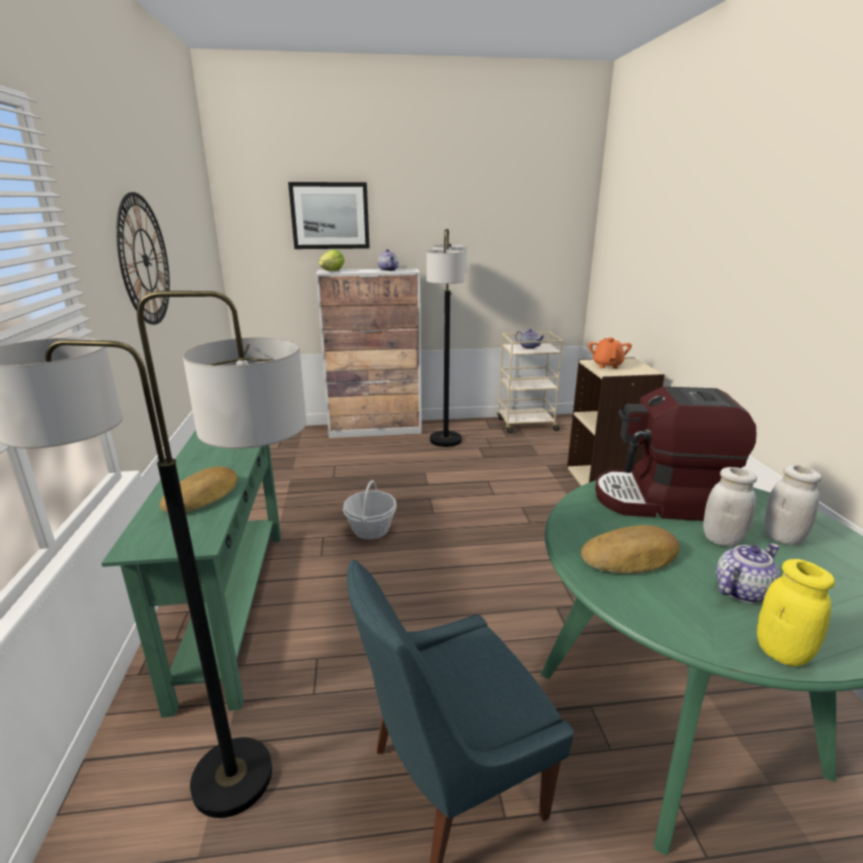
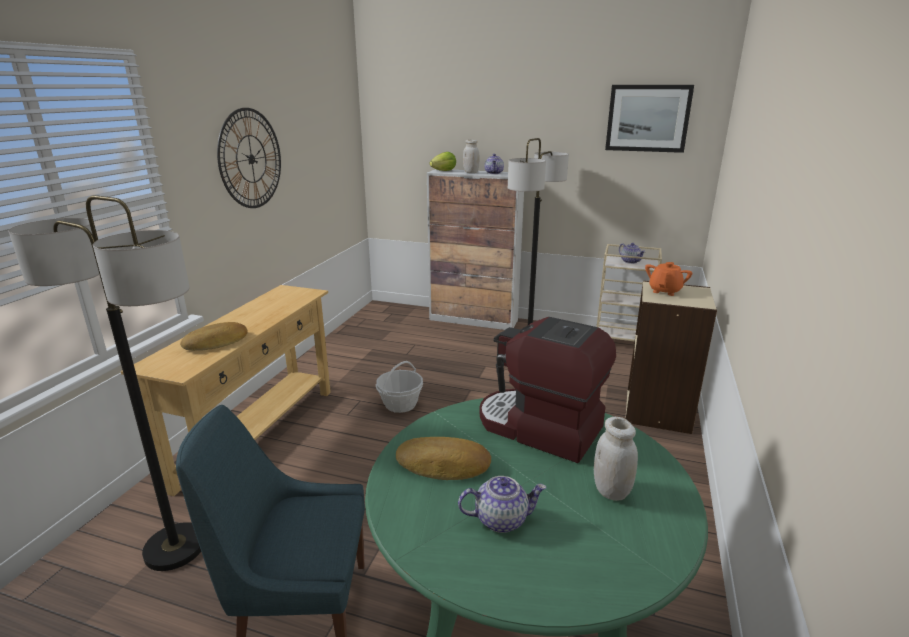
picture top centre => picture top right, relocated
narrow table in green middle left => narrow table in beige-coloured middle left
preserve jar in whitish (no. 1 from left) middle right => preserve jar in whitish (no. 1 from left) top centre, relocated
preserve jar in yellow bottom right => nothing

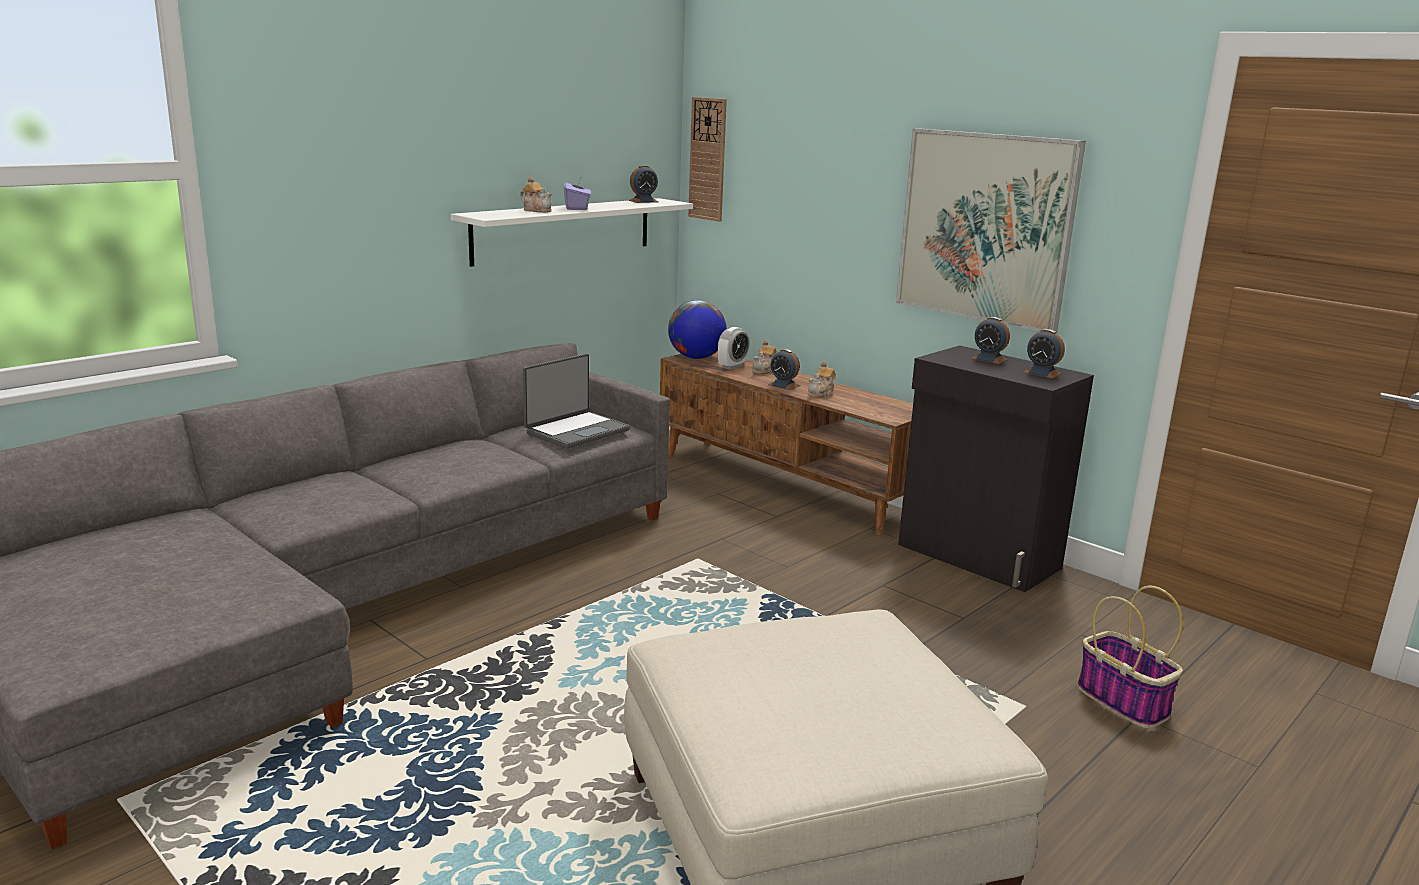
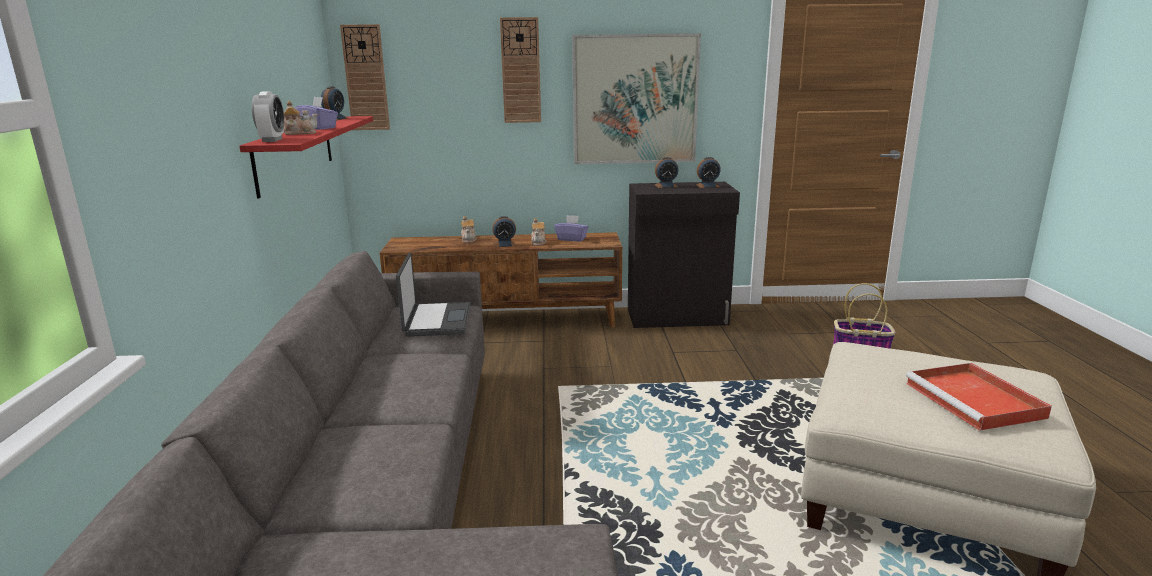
bracket shelf in whitish top centre => bracket shelf in reddish top left
world globe centre => nothing
alarm clock (no. 2 from left in the first image) centre => alarm clock (no. 1 from left) top left, relocated
nothing => hanging clock (no. 2 from left) top centre
nothing => tissue holder in purple (no. 2 from left) centre
nothing => serving tray in reddish bottom right

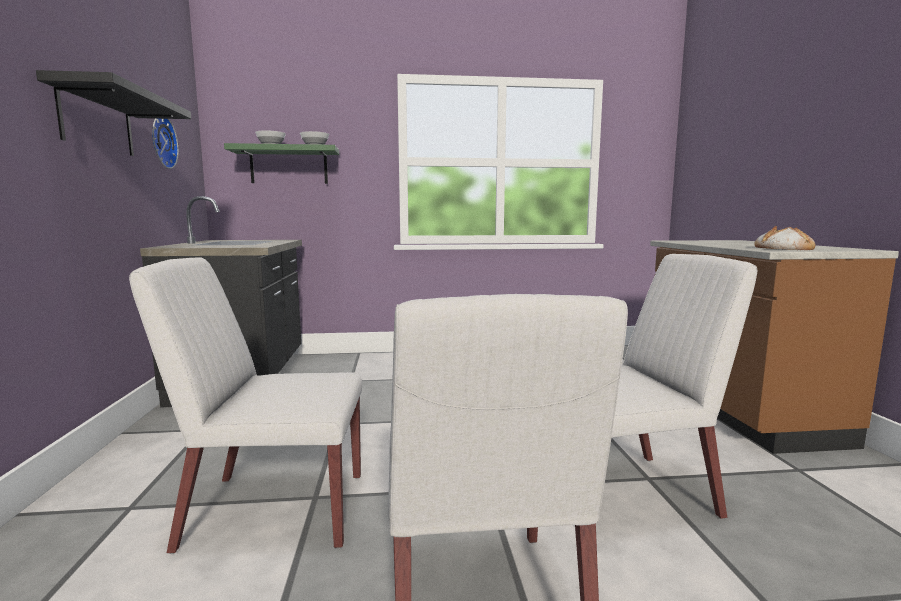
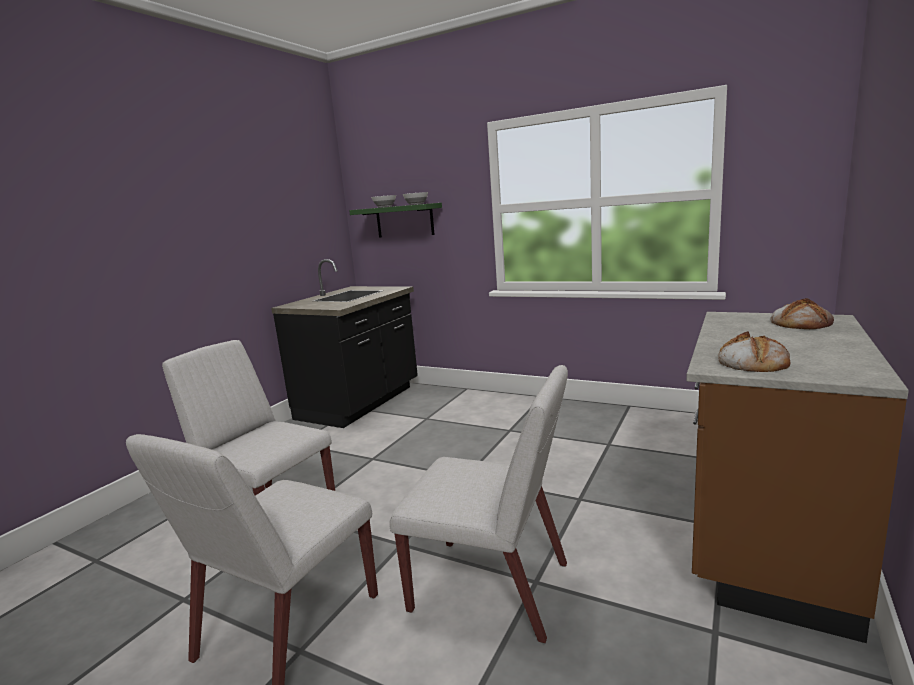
bracket shelf in black-coloured top left => nothing
hanging clock top left => nothing
nothing => bakery bread (no. 2 from left) middle right

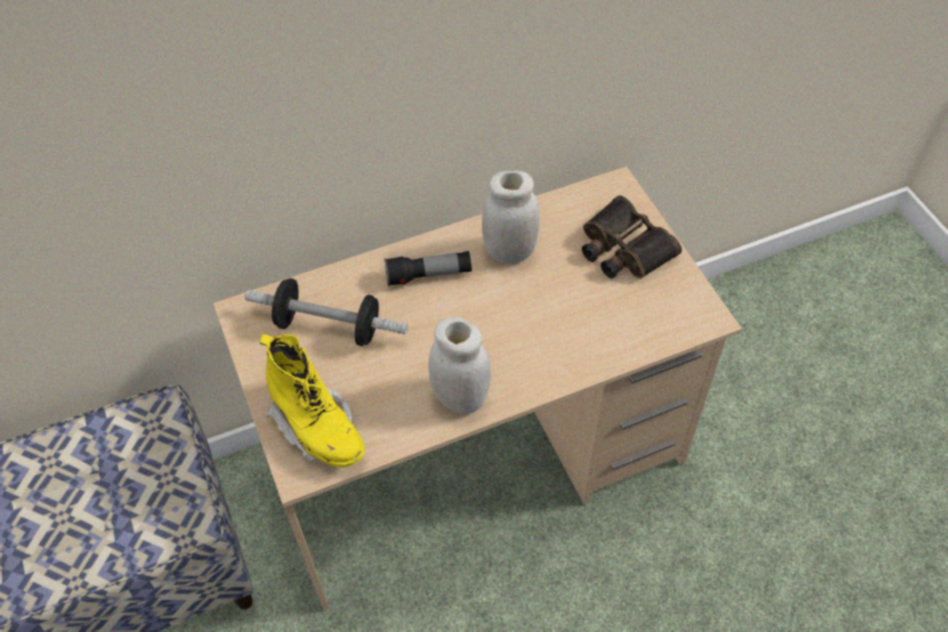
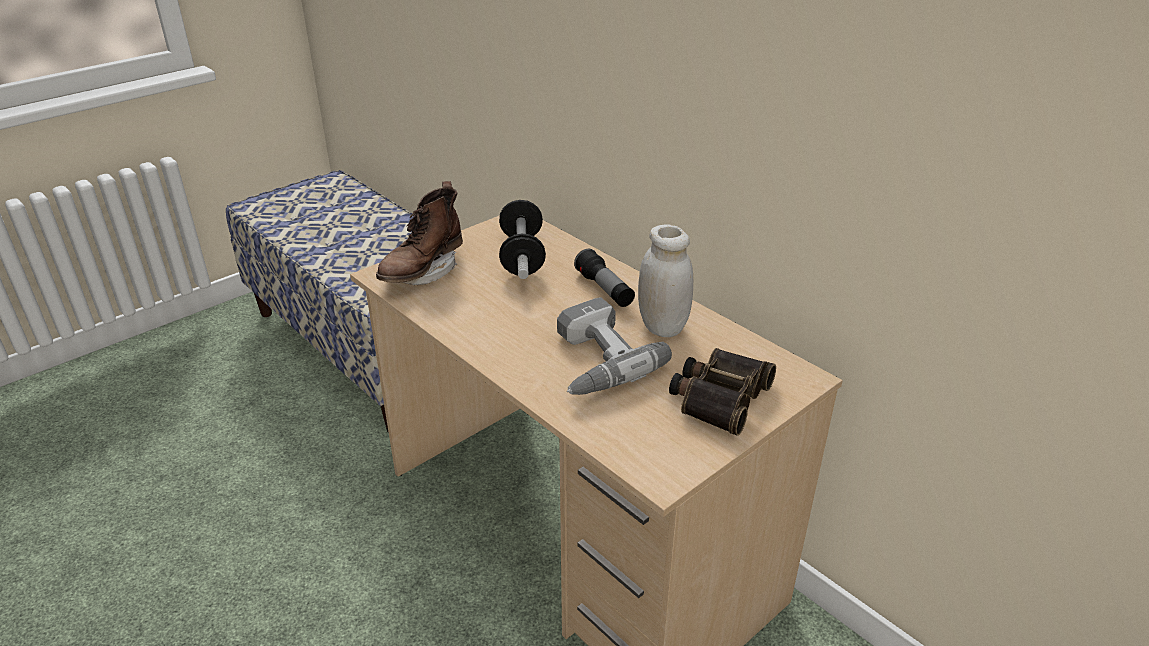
preserve jar in whitish (no. 1 from left) centre => nothing
tall boot in yellow middle left => tall boot in brownish centre
nothing => power drill centre

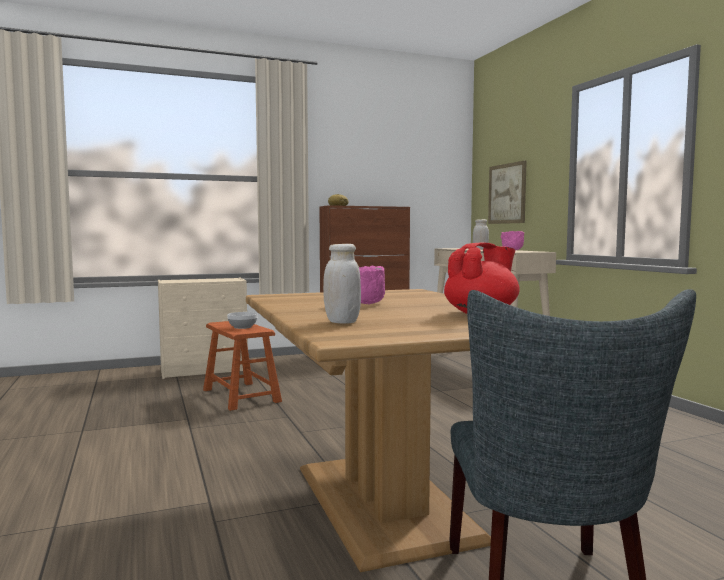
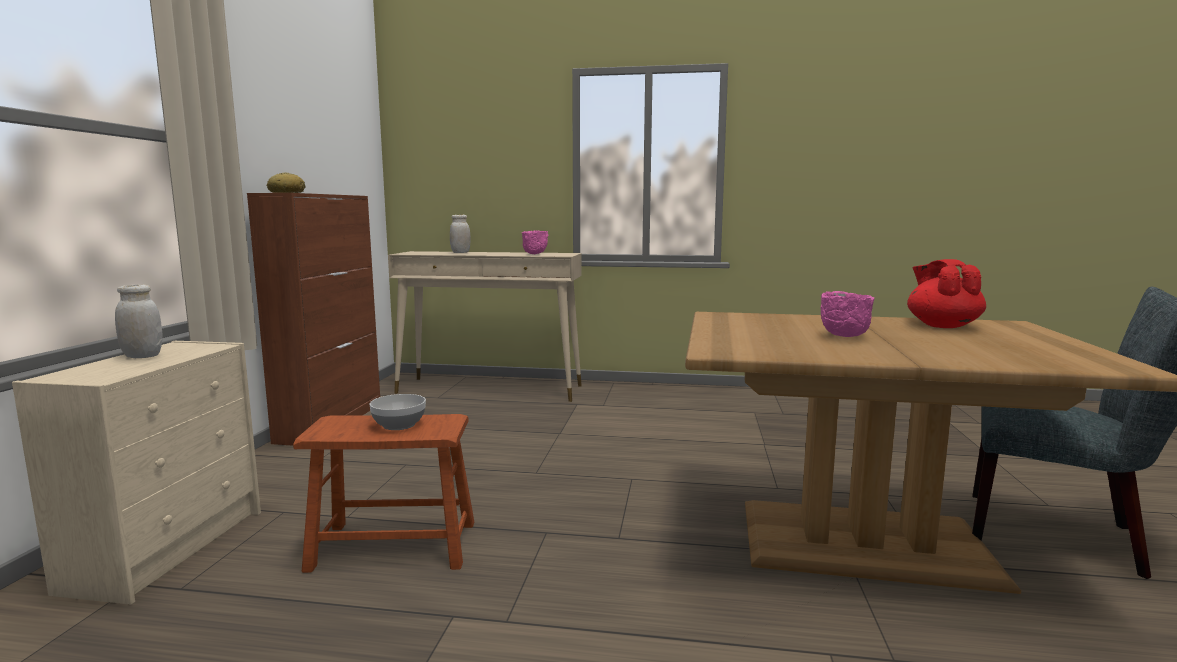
picture top right => nothing
preserve jar in whitish (no. 1 from left) centre => preserve jar in whitish (no. 1 from left) middle left, relocated

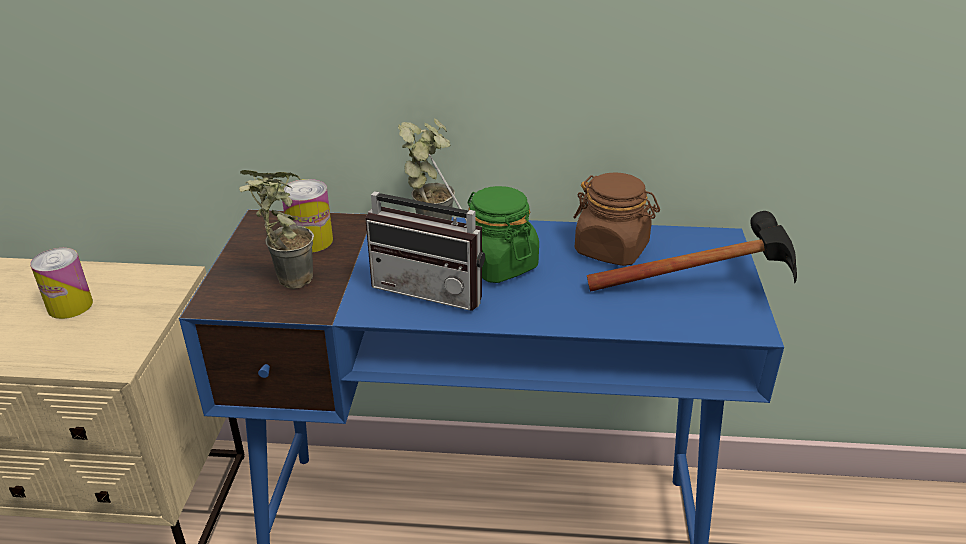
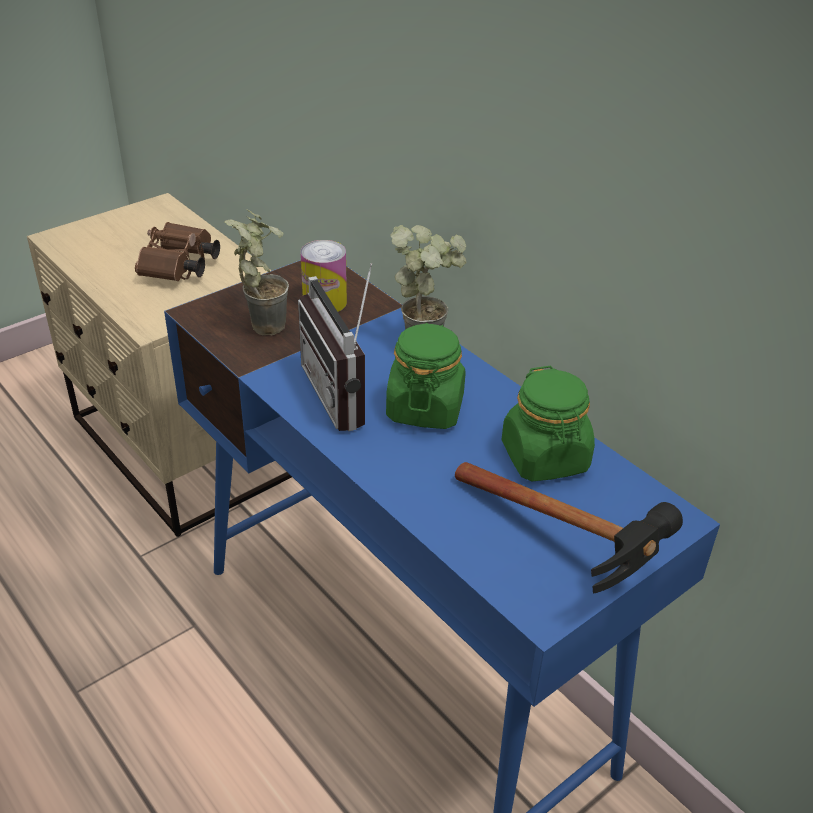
preserve jar in brownish centre => preserve jar in green (no. 2 from left) middle right
sealed can (no. 1 from left) middle left => field glasses in brownish top left

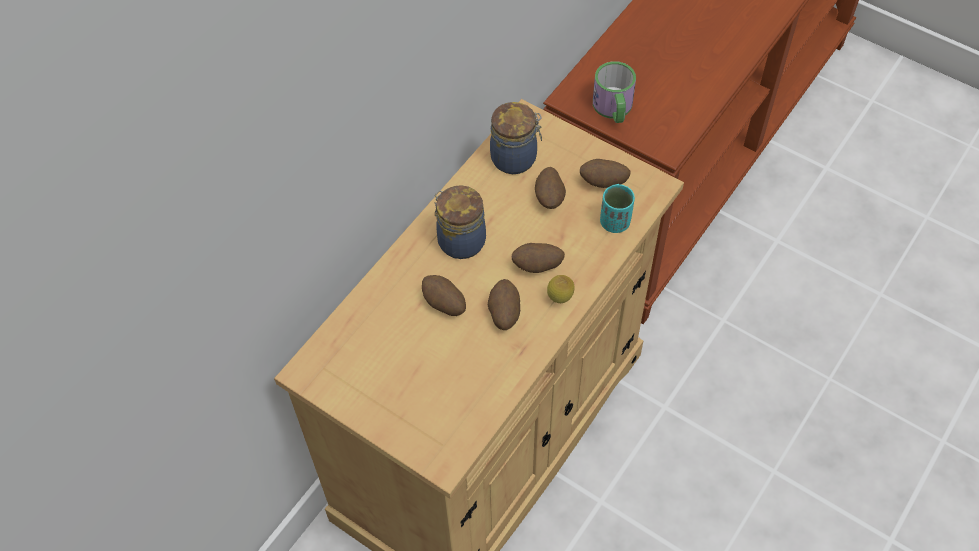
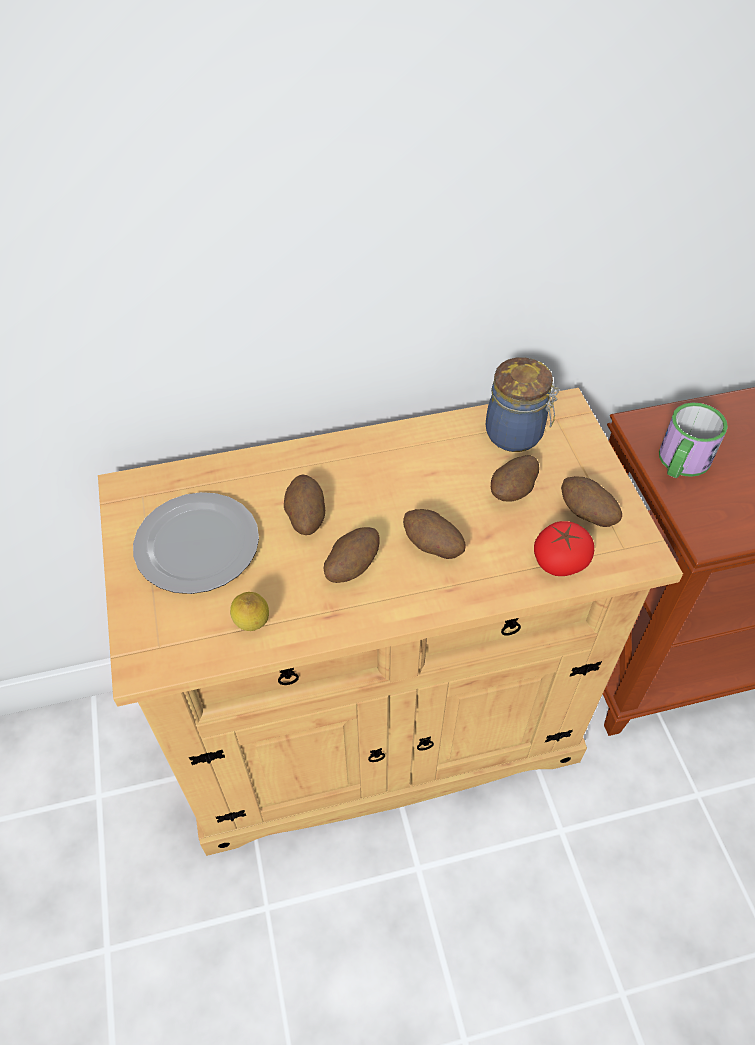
drinking cup in turquoise-coloured centre => fresh tomato middle right
preserve jar (no. 1 from left) centre => nothing
whole lemon centre => whole lemon middle left, relocated
nothing => plate middle left

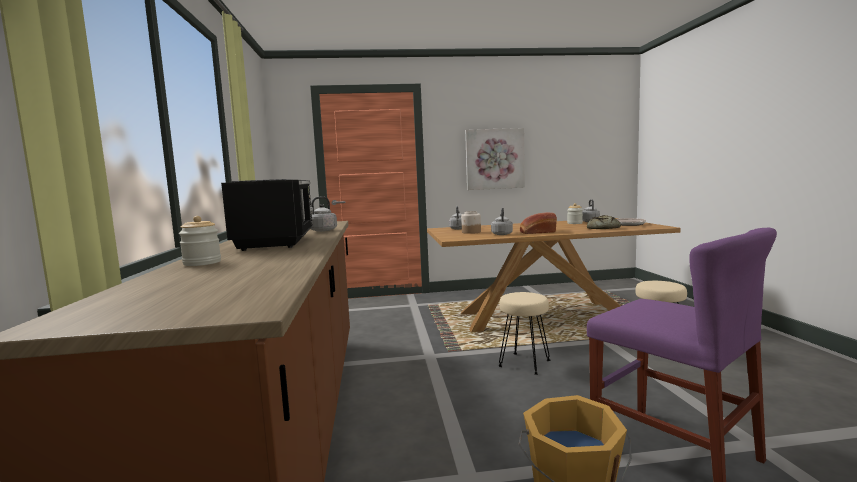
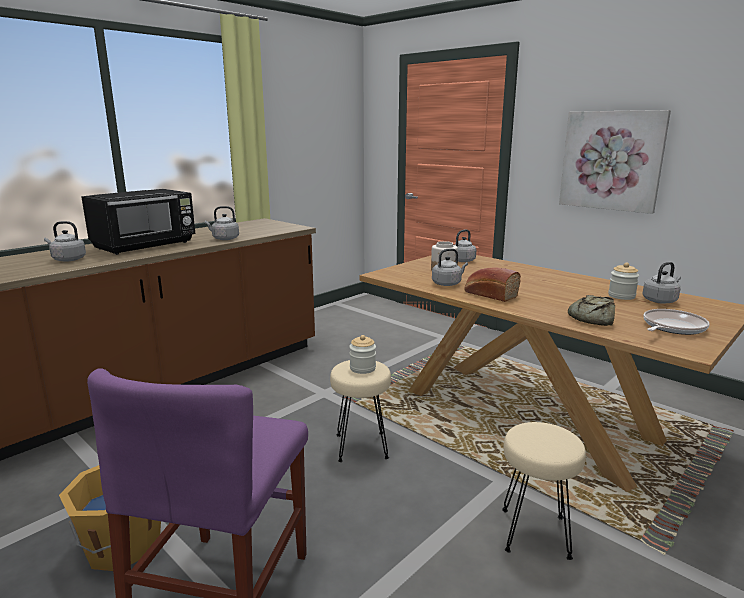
preserve jar (no. 1 from left) middle left => preserve jar (no. 1 from left) centre, relocated
nothing => tea kettle in grey (no. 1 from left) middle left

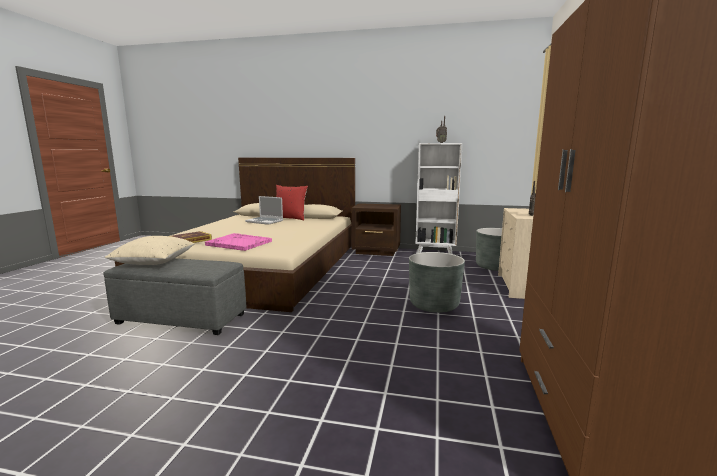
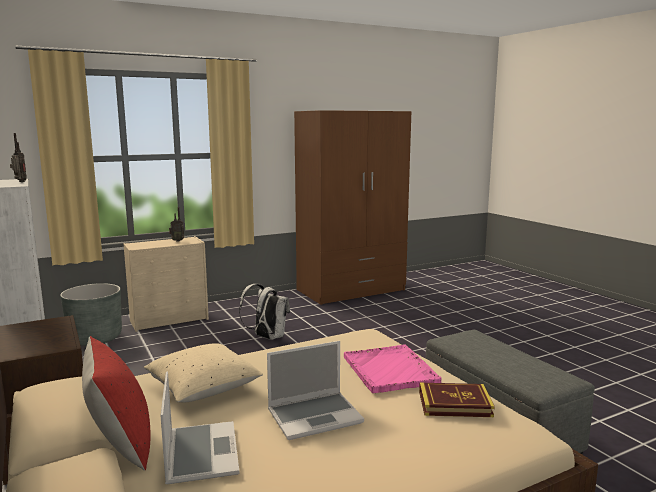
pillow in beige-coloured middle left => pillow in beige-coloured bottom left, relocated
planter in grey (no. 1 from left) centre => rucksack in whitish centre
nothing => portable computer (no. 2 from left) bottom centre

